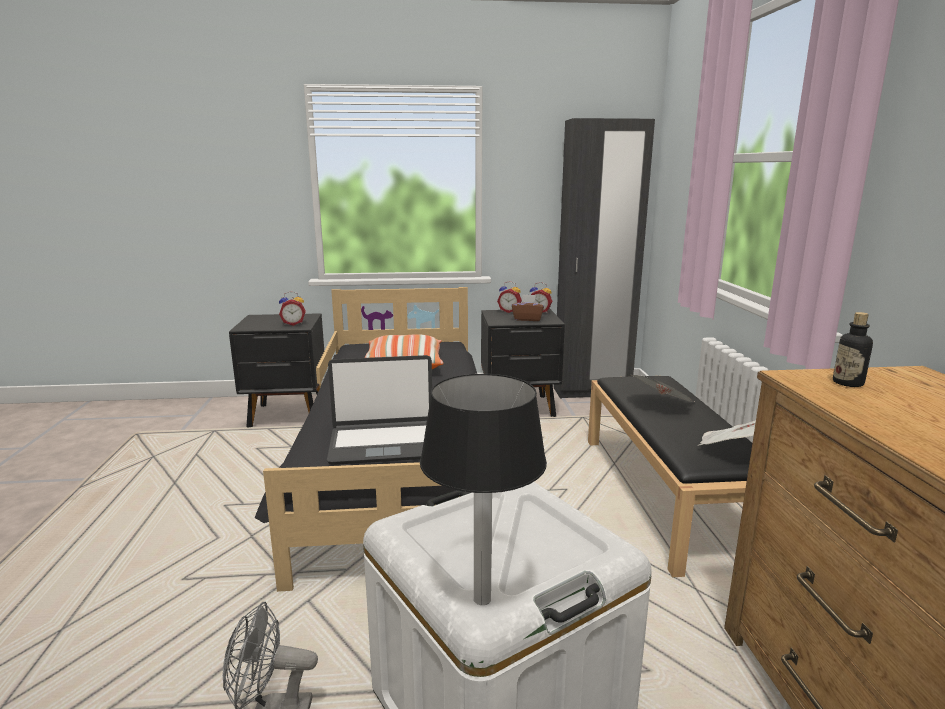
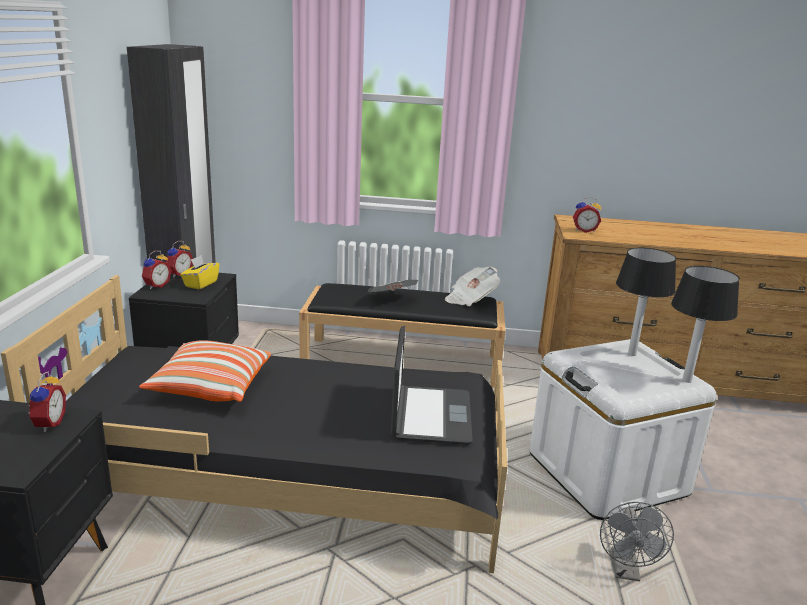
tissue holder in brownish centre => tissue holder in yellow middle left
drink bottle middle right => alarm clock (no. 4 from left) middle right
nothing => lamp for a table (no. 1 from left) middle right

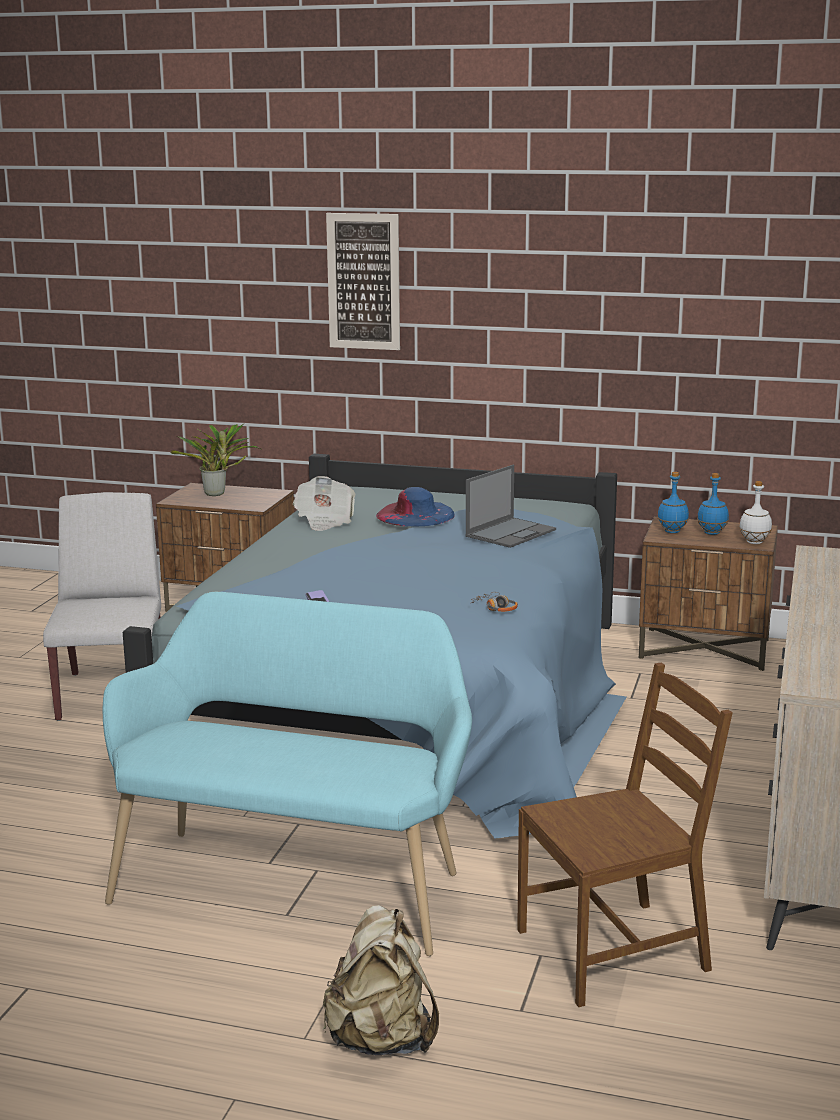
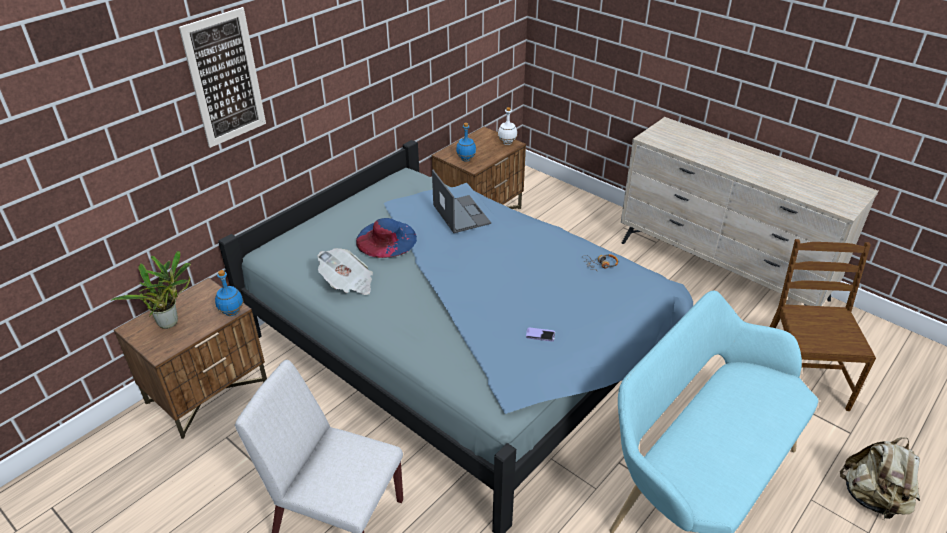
drink bottle in blue (no. 2 from left in the first image) middle right => drink bottle in blue (no. 1 from left) middle left, relocated

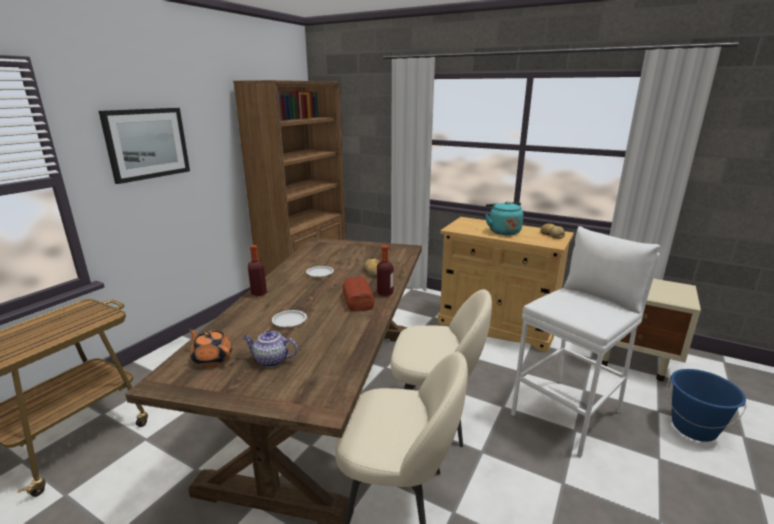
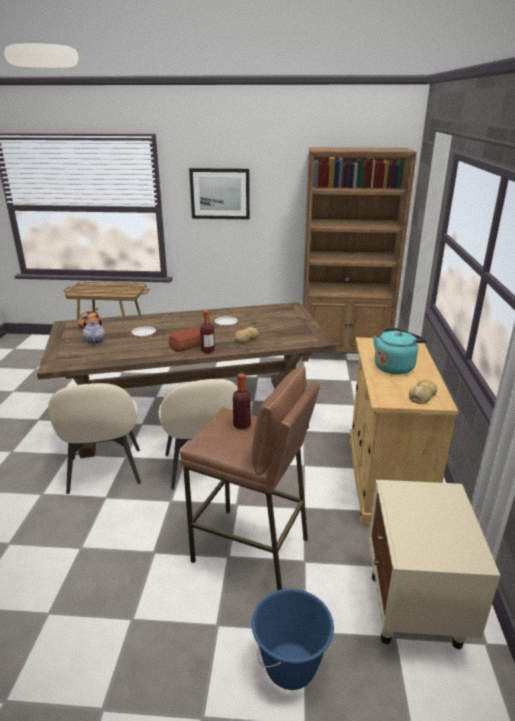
stool in whitish middle right => stool in brownish centre
drink bottle (no. 1 from left in the first image) middle left => drink bottle (no. 2 from left) centre, relocated

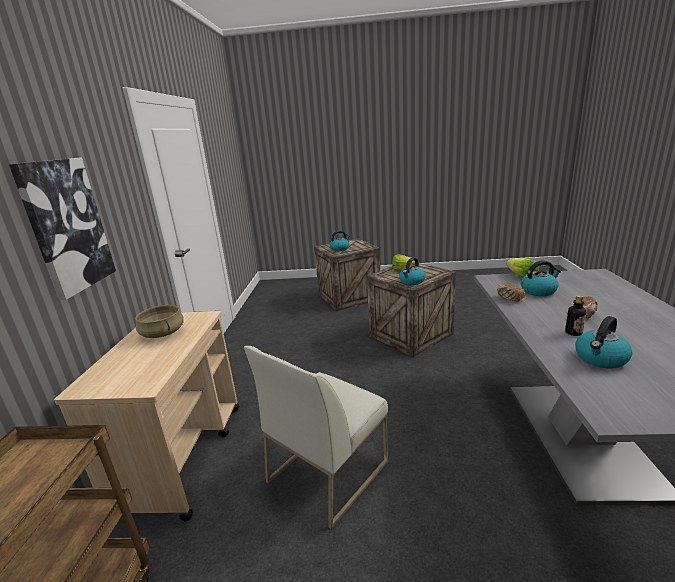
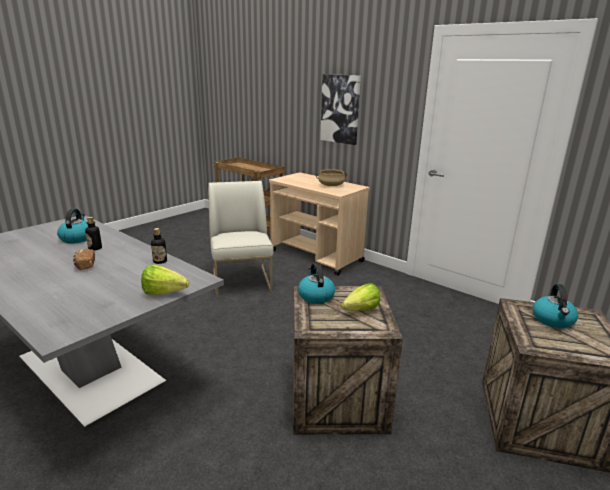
tea kettle (no. 3 from left) middle right => nothing
bakery bread (no. 1 from left) middle right => drink bottle (no. 2 from left) middle left

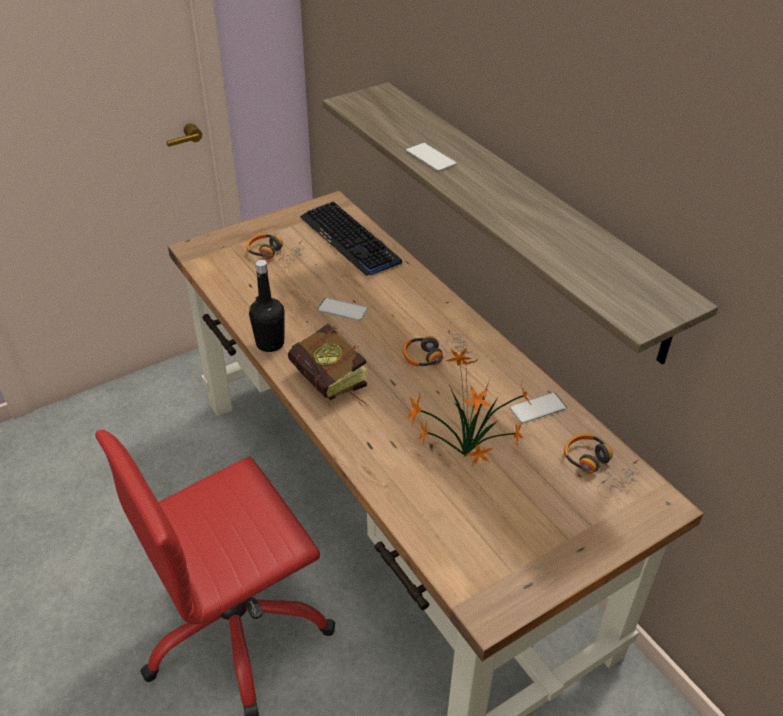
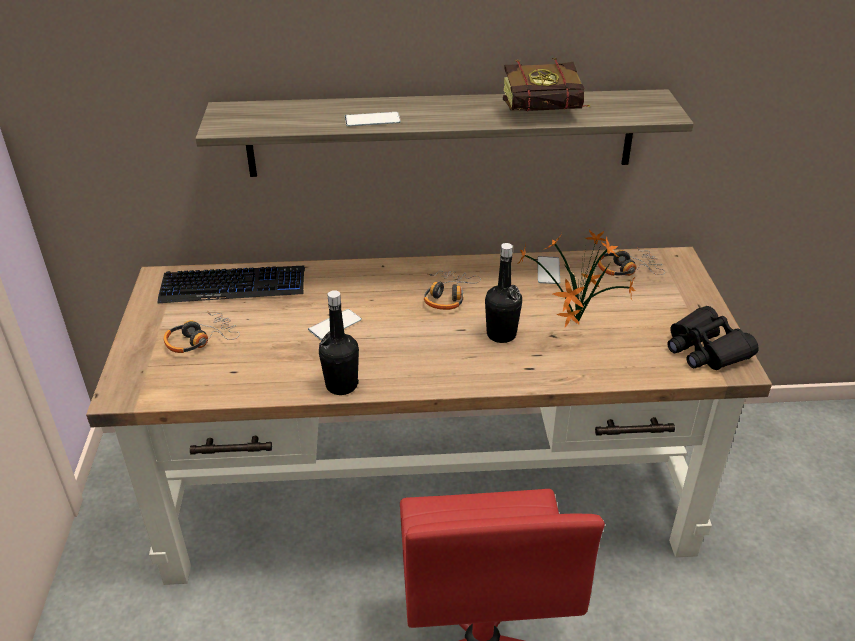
bound book centre => bound book top centre, relocated
nothing => drink bottle in black-coloured (no. 2 from left) centre
nothing => field glasses in black-coloured middle right

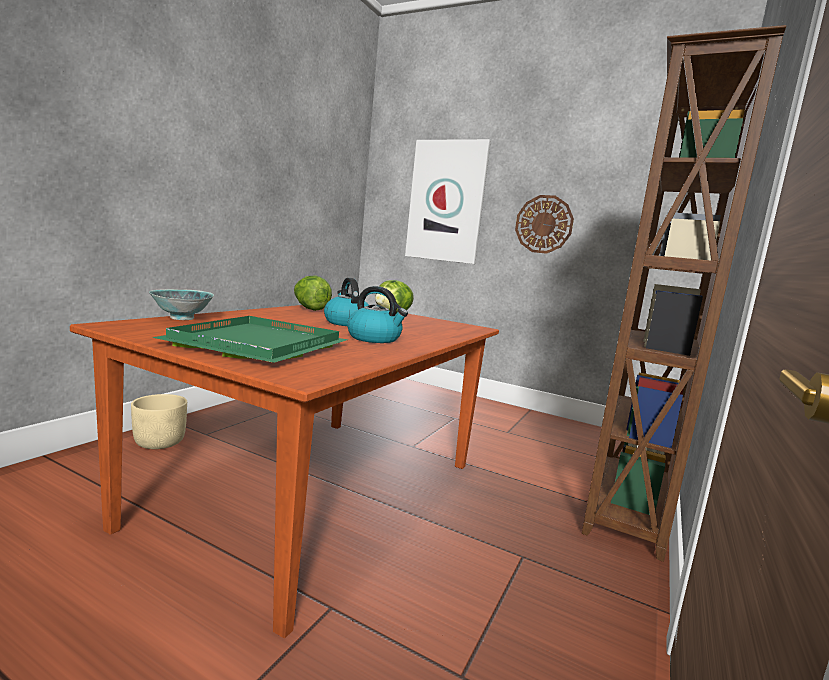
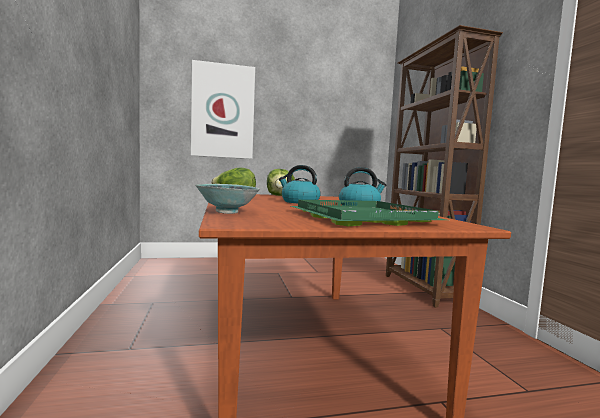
hanging clock top centre => nothing
planter in beige-coloured middle left => nothing

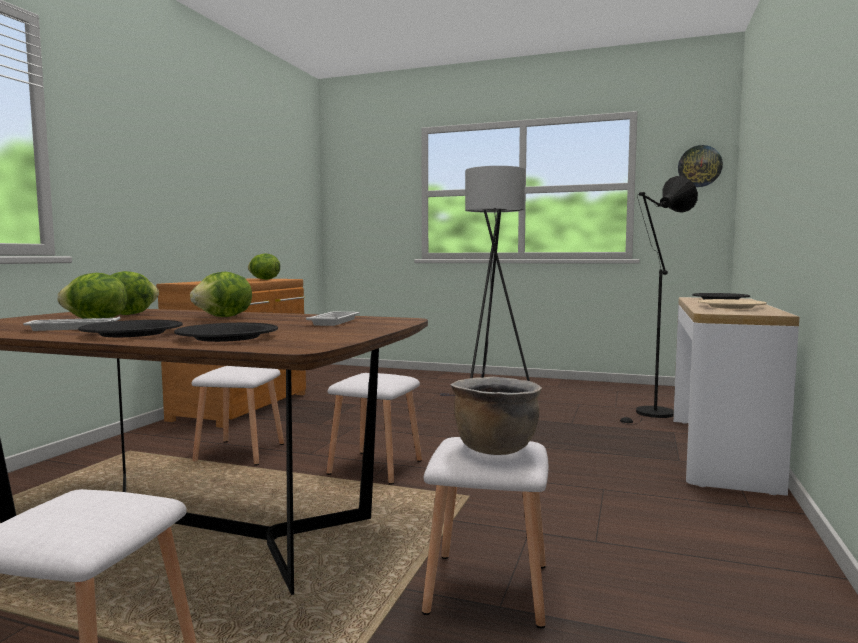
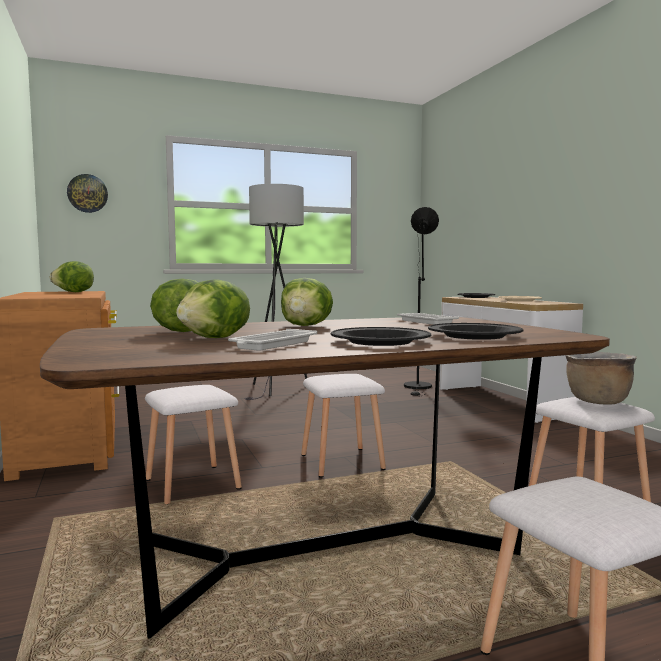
hanging clock top right => hanging clock top left, relocated

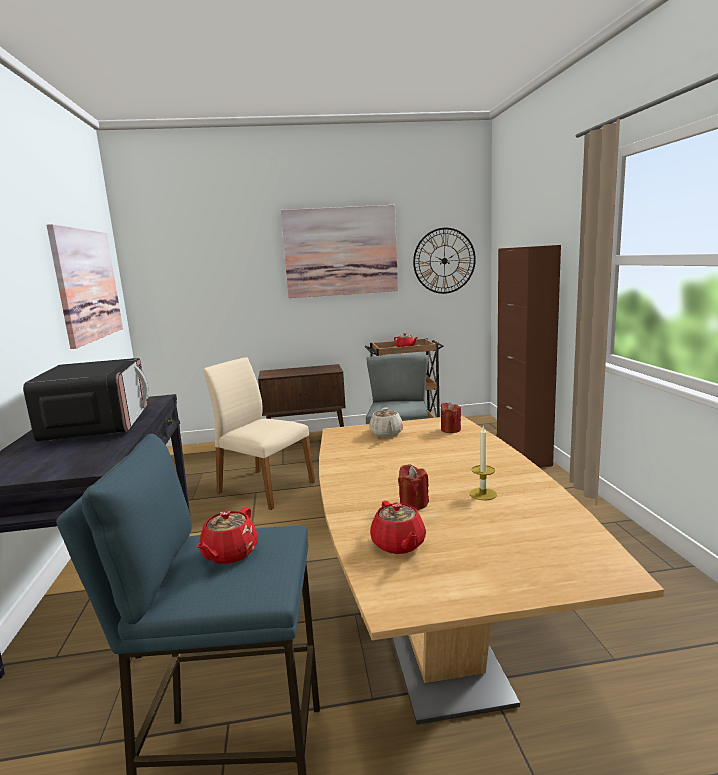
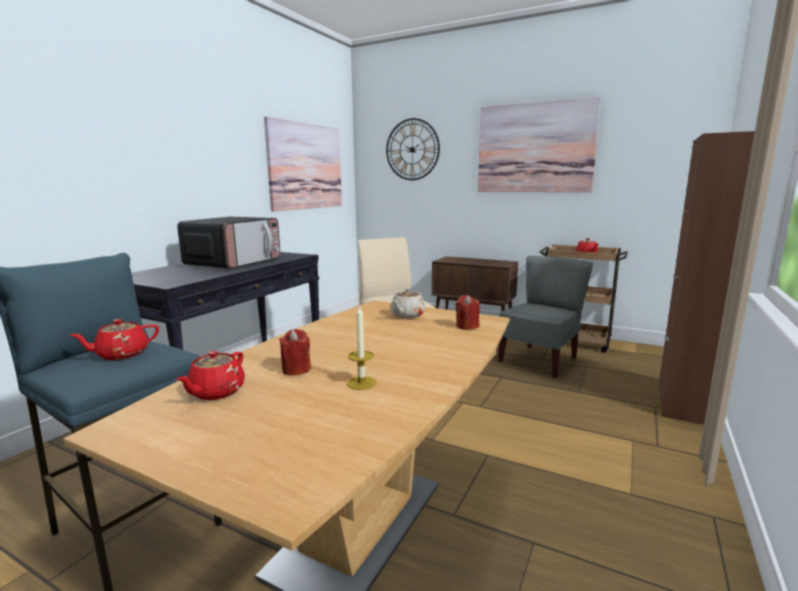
hanging clock centre => hanging clock top centre, relocated

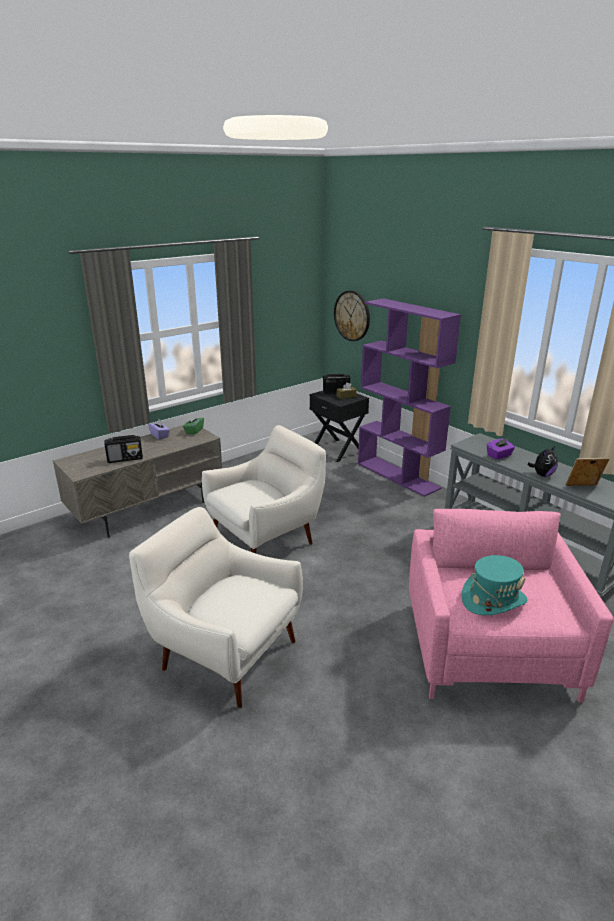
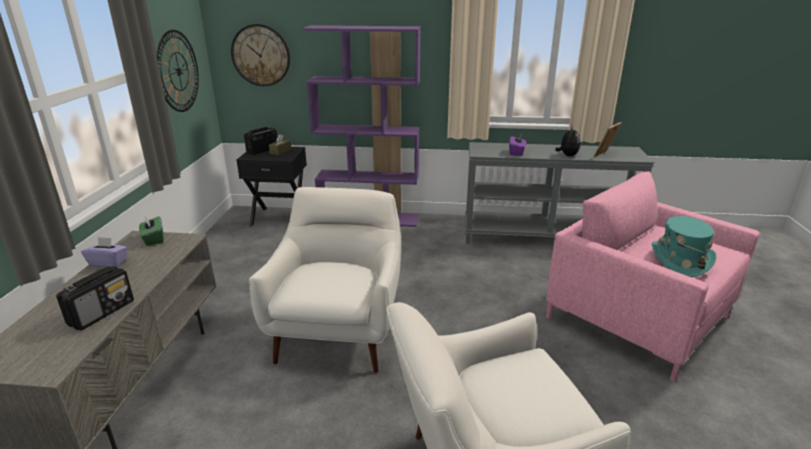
nothing => hanging clock (no. 1 from left) top left

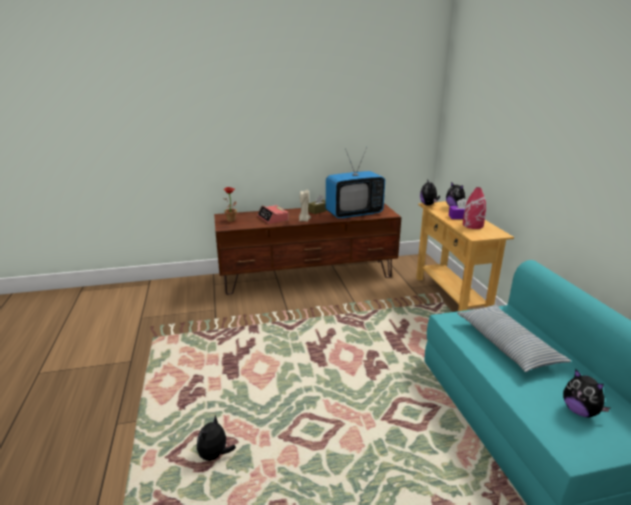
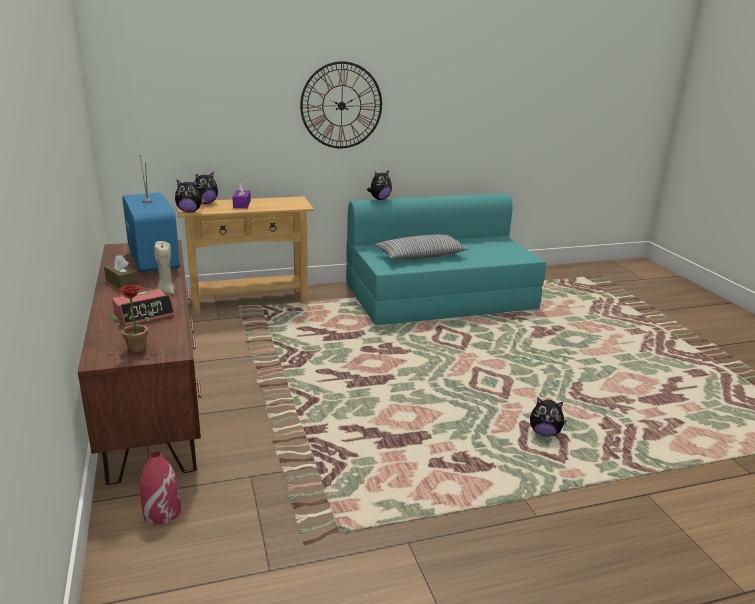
decorative vase in reddish middle right => decorative vase in reddish bottom left, relocated
cuddly toy (no. 4 from left in the first image) bottom right => cuddly toy (no. 3 from left) top centre, relocated
nothing => hanging clock top centre

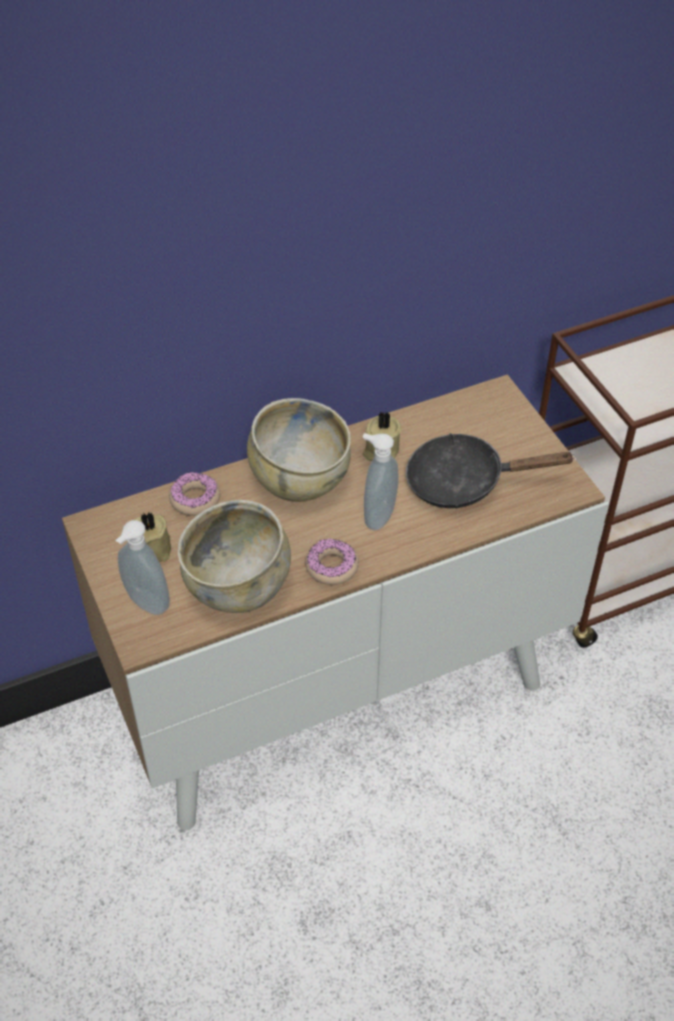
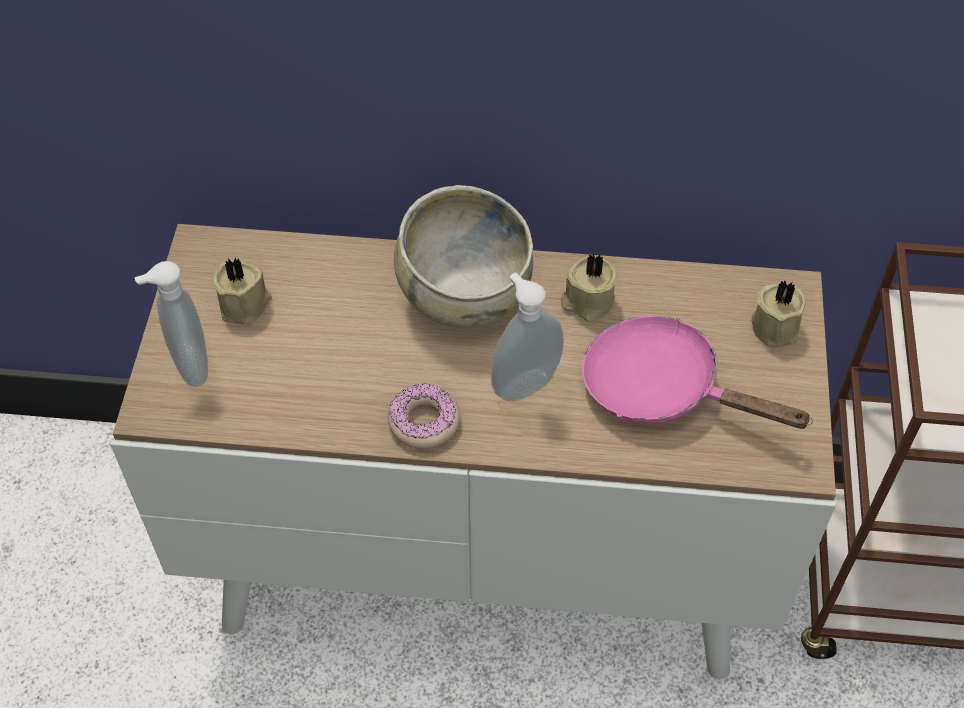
frying pan in black-coloured middle right => frying pan in pink middle right
ring doughnut (no. 1 from left) middle left => nothing
serving bowl in beige-coloured (no. 1 from left) centre => nothing
nothing => candle in beige-coloured (no. 3 from left) middle right

